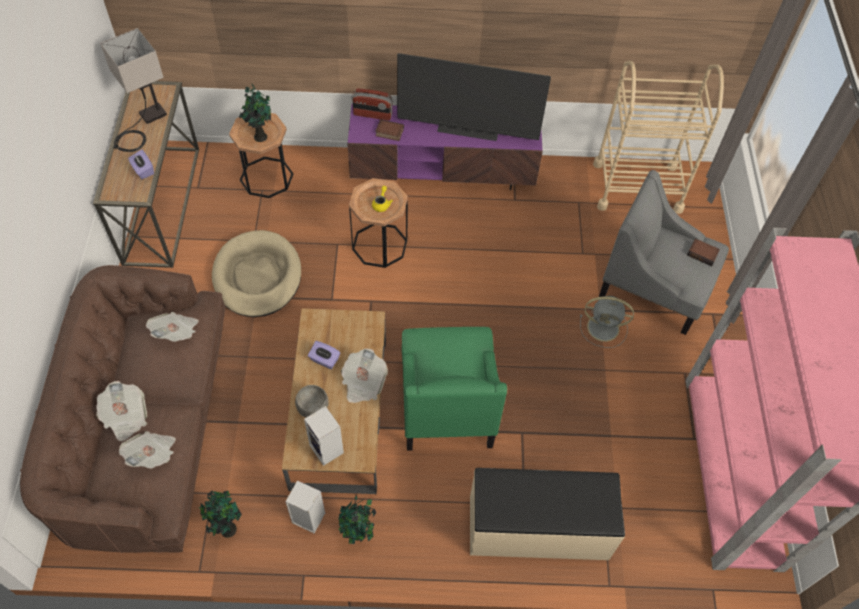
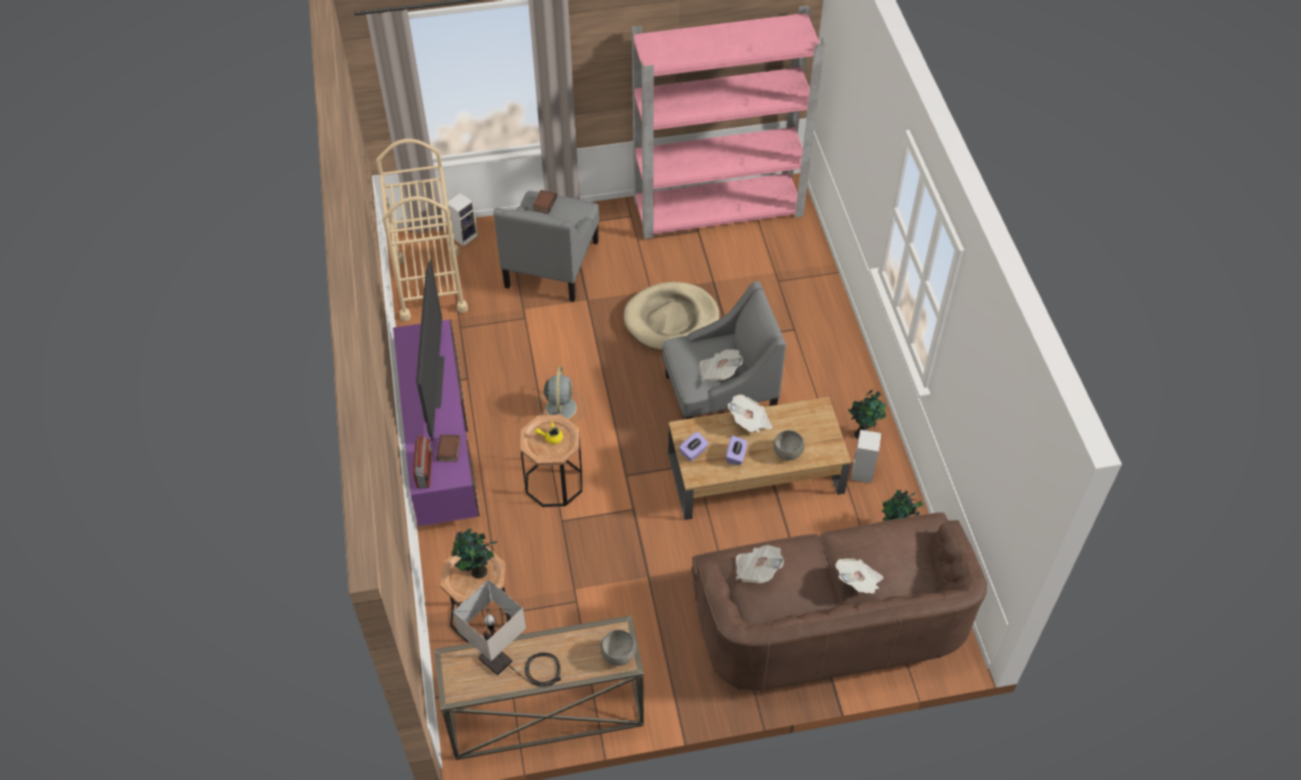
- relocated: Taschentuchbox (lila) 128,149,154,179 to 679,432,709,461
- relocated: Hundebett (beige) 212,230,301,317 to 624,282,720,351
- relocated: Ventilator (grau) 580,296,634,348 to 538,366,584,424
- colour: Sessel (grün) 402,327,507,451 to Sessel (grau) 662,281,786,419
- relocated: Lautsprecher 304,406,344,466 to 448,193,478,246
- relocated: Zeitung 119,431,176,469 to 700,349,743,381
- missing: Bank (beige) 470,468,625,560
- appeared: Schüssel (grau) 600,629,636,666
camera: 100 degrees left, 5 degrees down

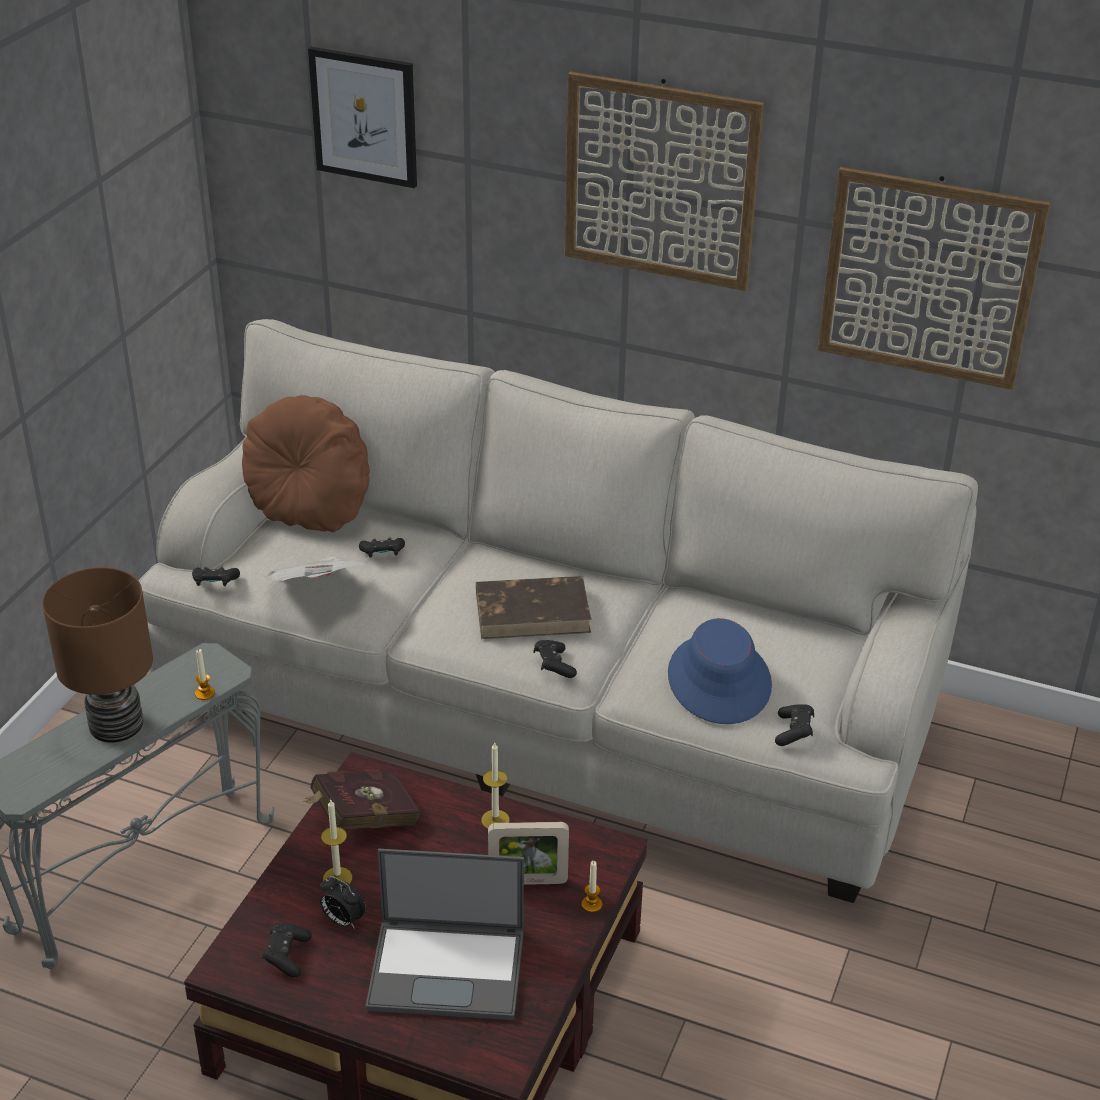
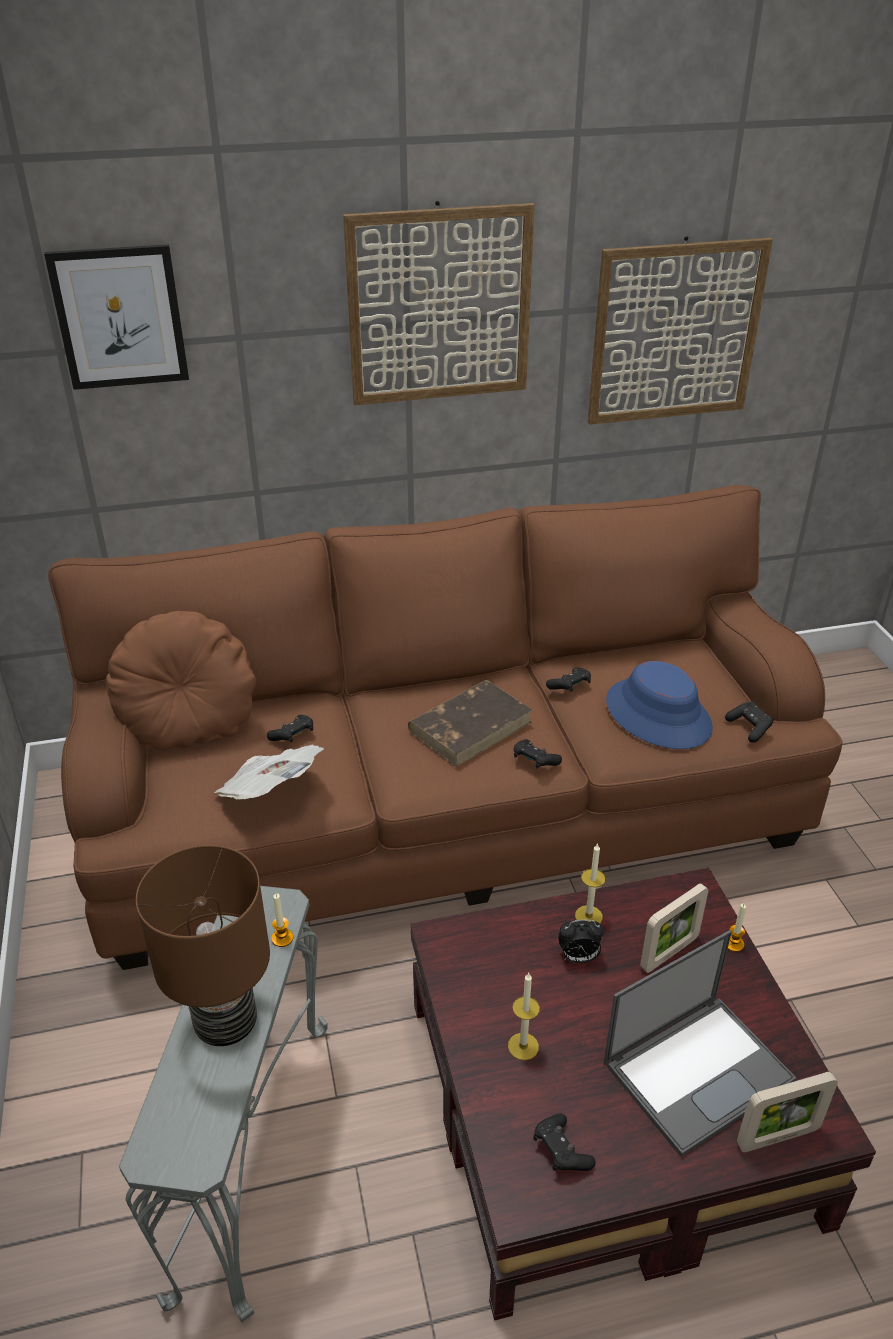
- colour: Sofa (weiß) 139,319,978,903 to Sofa (braun) 48,485,843,970
- relocated: Gamepad (schwarz) 192,567,240,586 to 546,668,591,692
- missing: Buch (rot) 303,769,421,830
- relocated: Wecker 320,876,366,929 to 558,920,604,963
- appeared: Bilderrahmen 737,1072,838,1152
camera: 35 degrees left, 0 degrees up

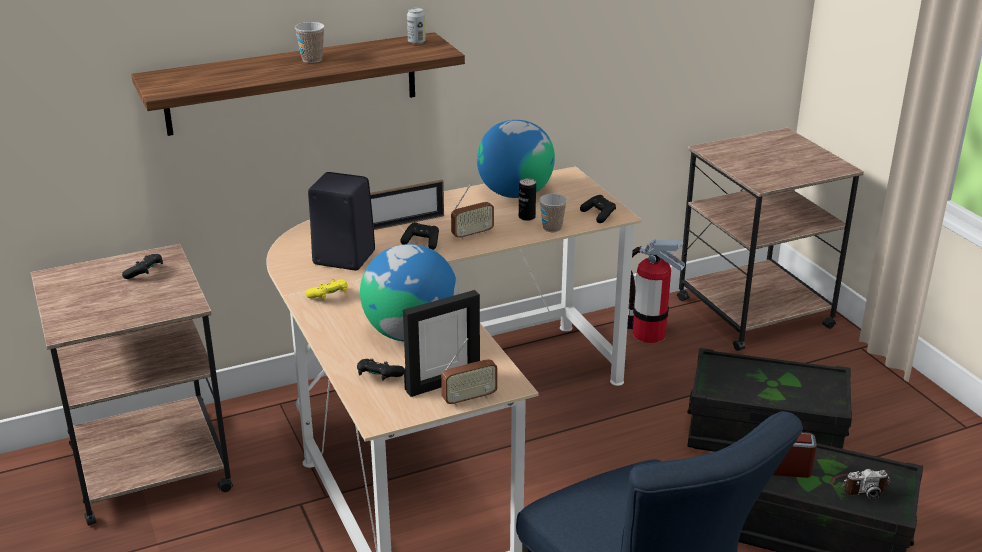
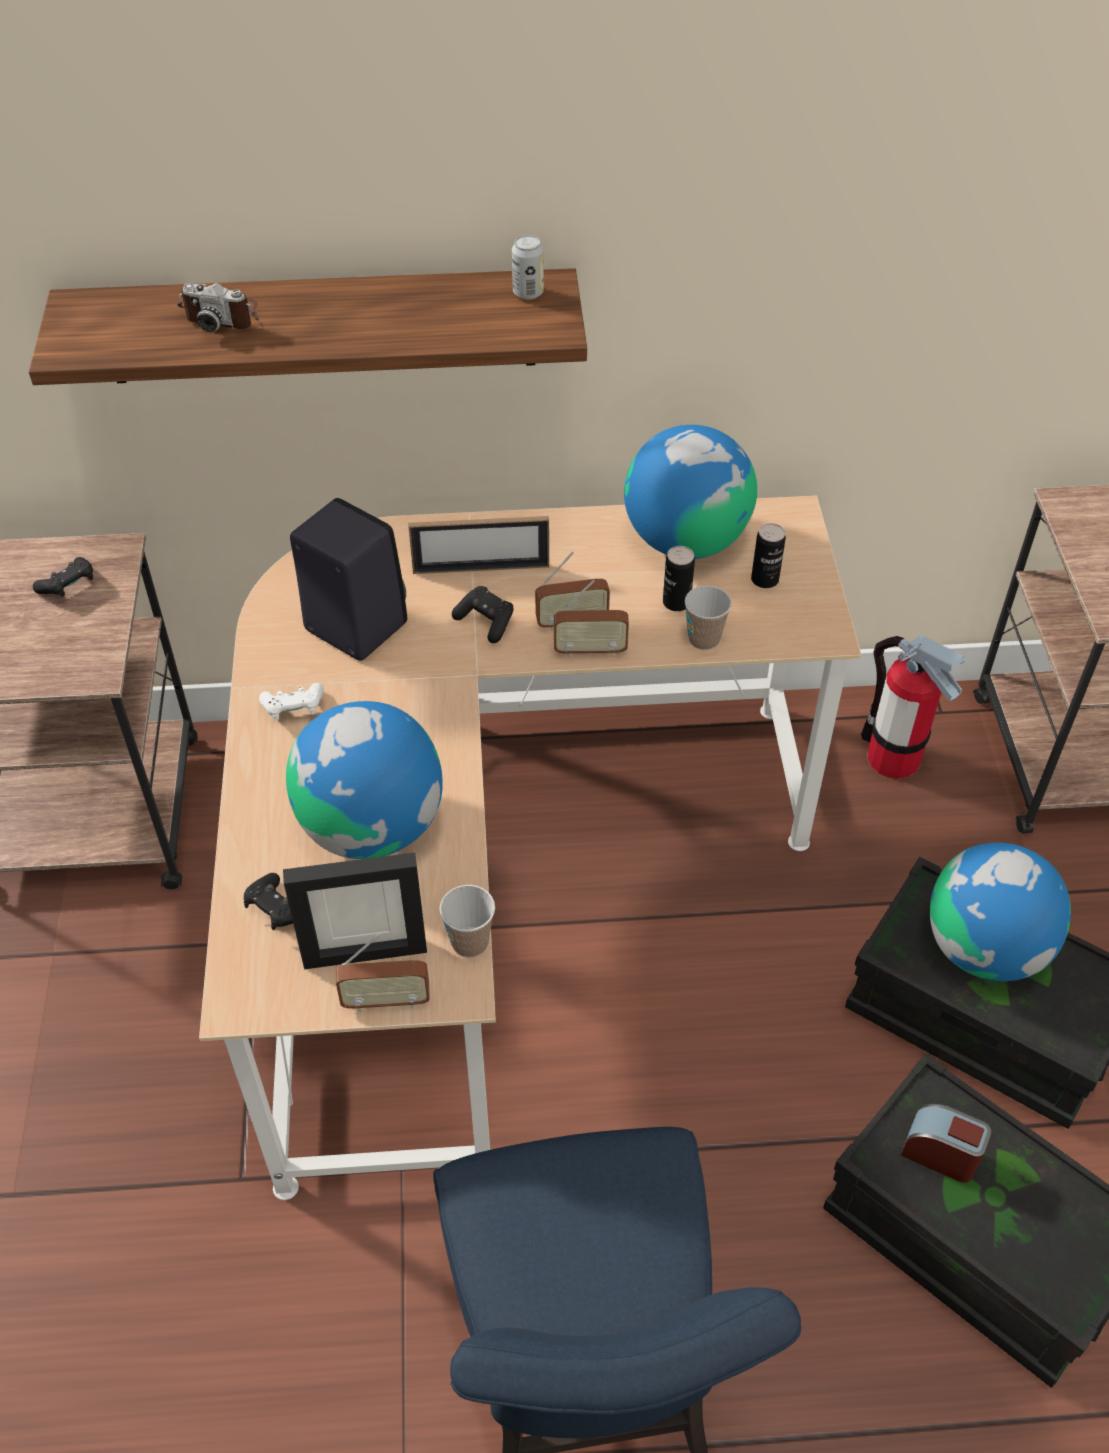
- relocated: Tasse 295,22,325,63 to 440,885,495,958
- missing: Gamepad (schwarz) 580,195,616,223
- colour: Gamepad (gelb) 306,279,348,299 to Gamepad (weiß) 259,683,324,721
- relocated: Kamera 830,469,890,499 to 177,283,259,332
- appeared: Dose 751,523,786,588
- appeared: Radio 554,580,629,657
- appeared: Globus 930,843,1071,981
camera: 20 degrees right, 20 degrees up

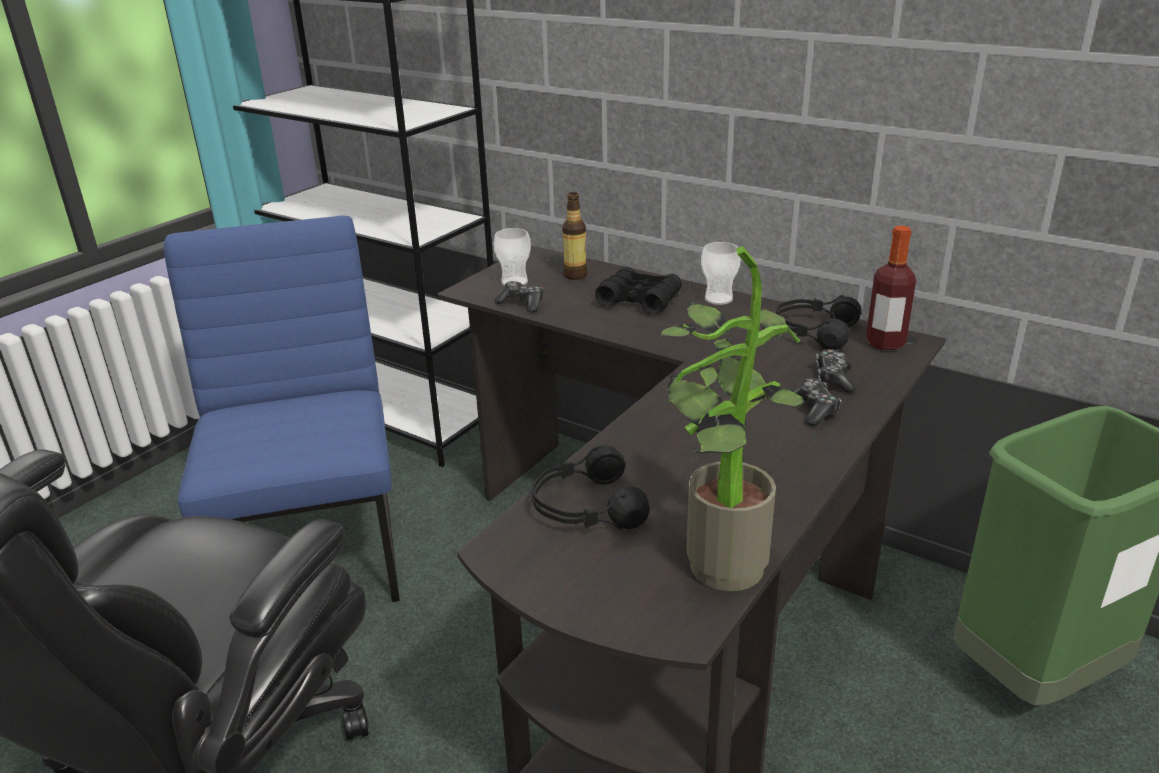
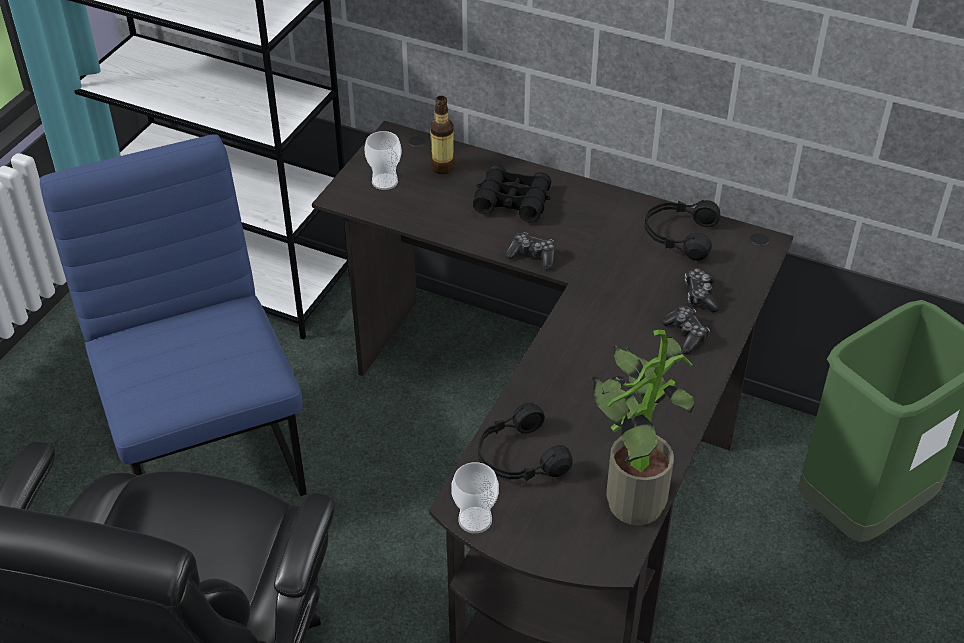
- missing: Flasche 866,226,916,350
- relocated: Tasse 701,242,741,305 to 451,462,499,533
- relocated: Gamepad 495,281,543,313 to 505,232,555,270
camera: 10 degrees left, 15 degrees up

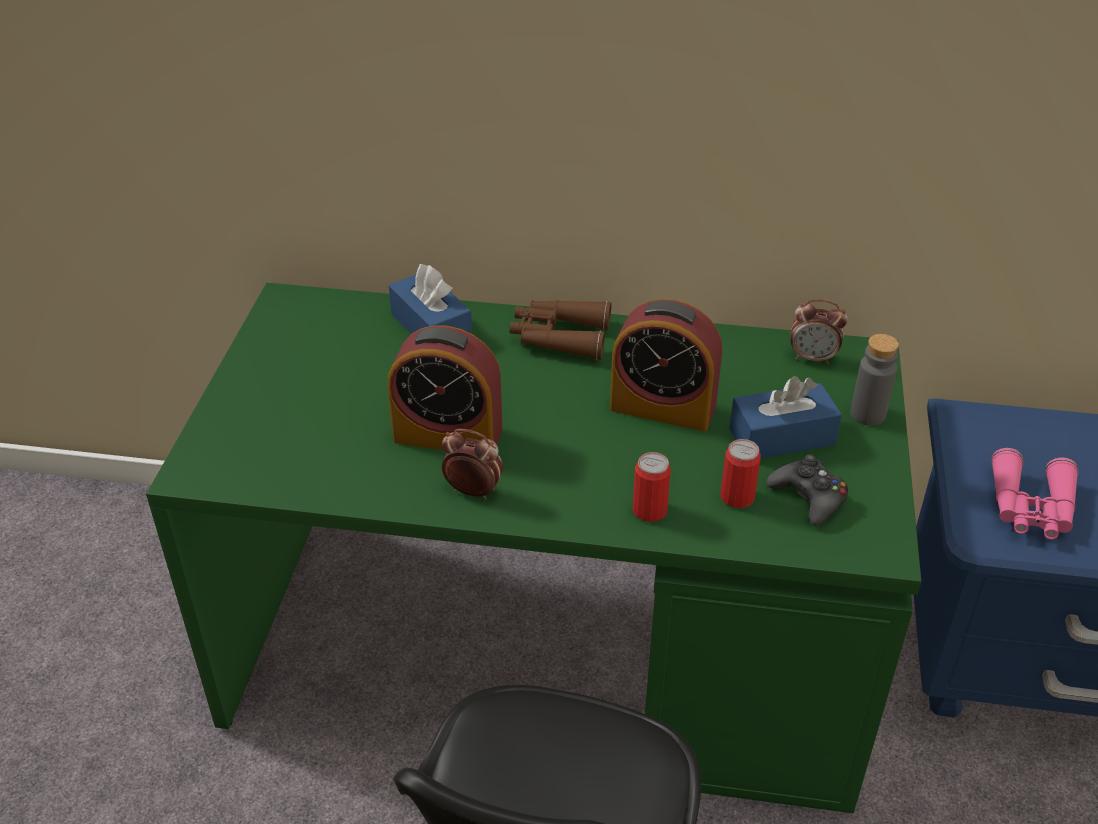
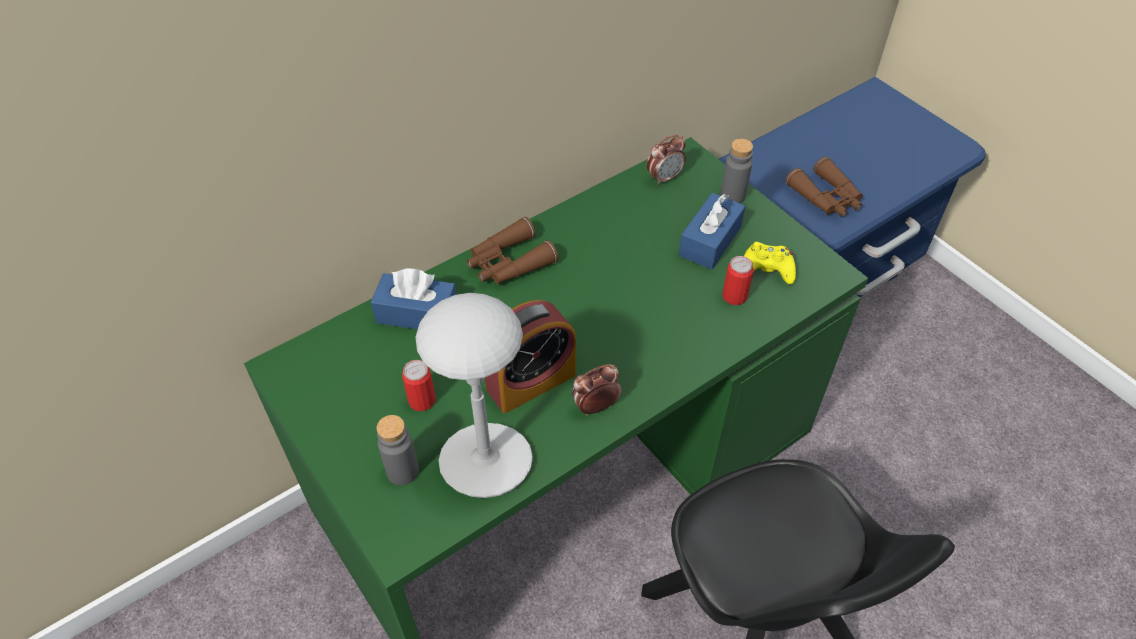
- missing: Wecker 610,299,722,431
- colour: Fernglas (rosa) 991,448,1079,539 to Fernglas (braun) 785,157,863,217
- relocated: Dose 633,452,671,522 to 402,360,436,411
- colour: Gamepad (schwarz) 766,454,848,526 to Gamepad (gelb) 744,242,796,284
- appeared: Tischlampe (grau) 415,293,533,498
- appeared: Flasche (grau) 377,415,419,485
camera: 45 degrees left, 10 degrees up

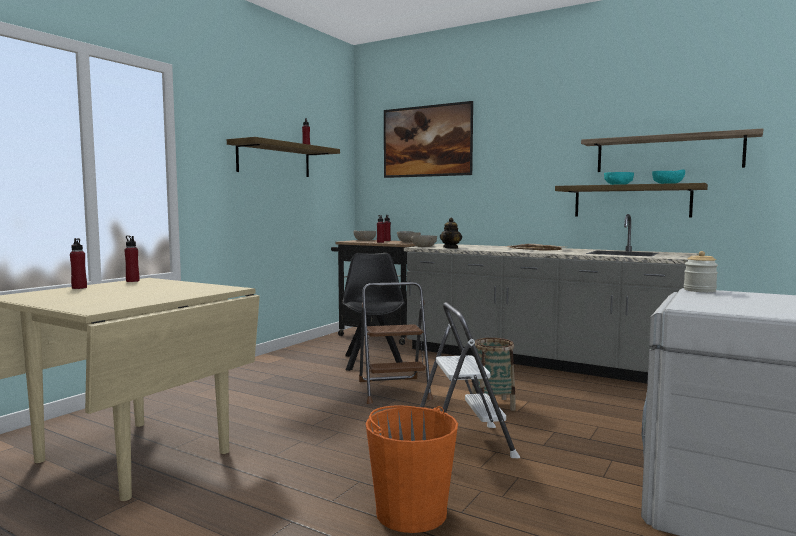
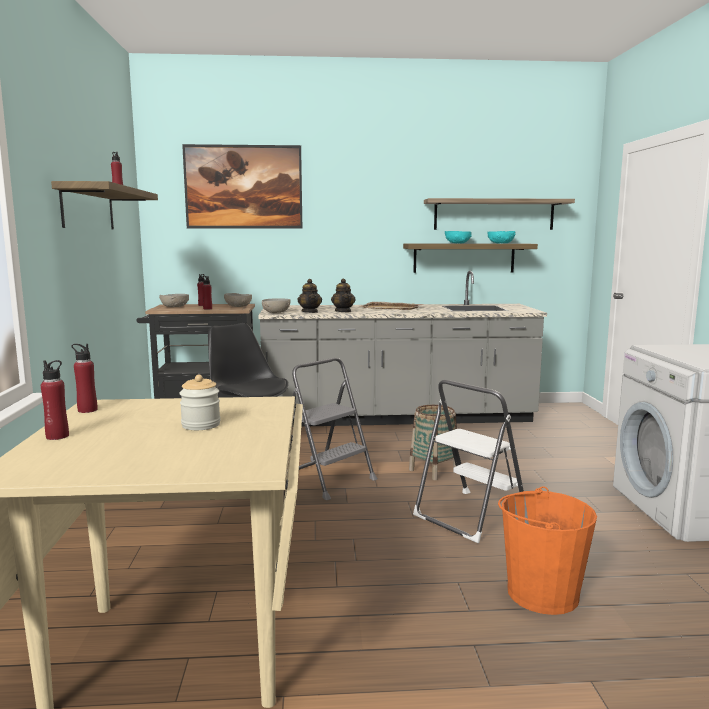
- relocated: Vorratsglas 684,251,718,292 to 180,375,220,430
- colour: Trittleiter (braun) 359,282,433,404 to Trittleiter (grau) 287,358,378,500
- appeared: Teekanne 331,278,356,312
camera: 35 degrees left, 5 degrees up

